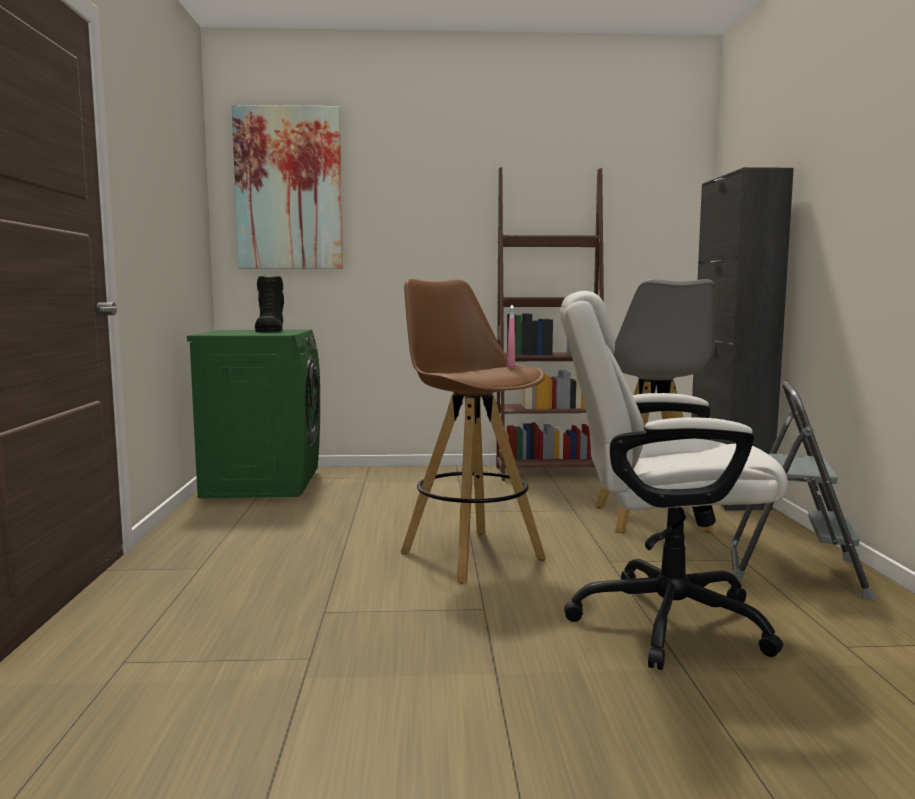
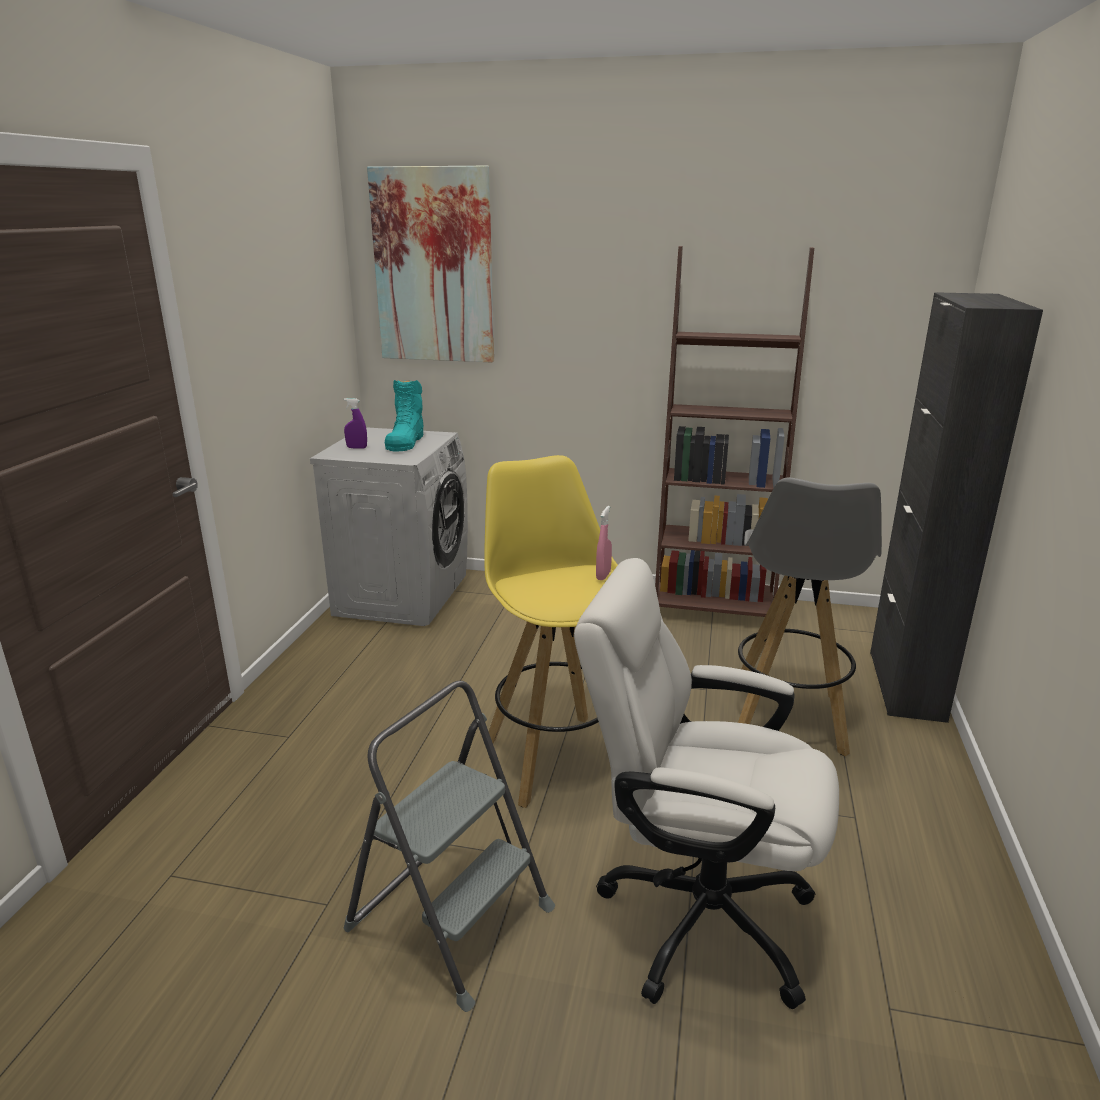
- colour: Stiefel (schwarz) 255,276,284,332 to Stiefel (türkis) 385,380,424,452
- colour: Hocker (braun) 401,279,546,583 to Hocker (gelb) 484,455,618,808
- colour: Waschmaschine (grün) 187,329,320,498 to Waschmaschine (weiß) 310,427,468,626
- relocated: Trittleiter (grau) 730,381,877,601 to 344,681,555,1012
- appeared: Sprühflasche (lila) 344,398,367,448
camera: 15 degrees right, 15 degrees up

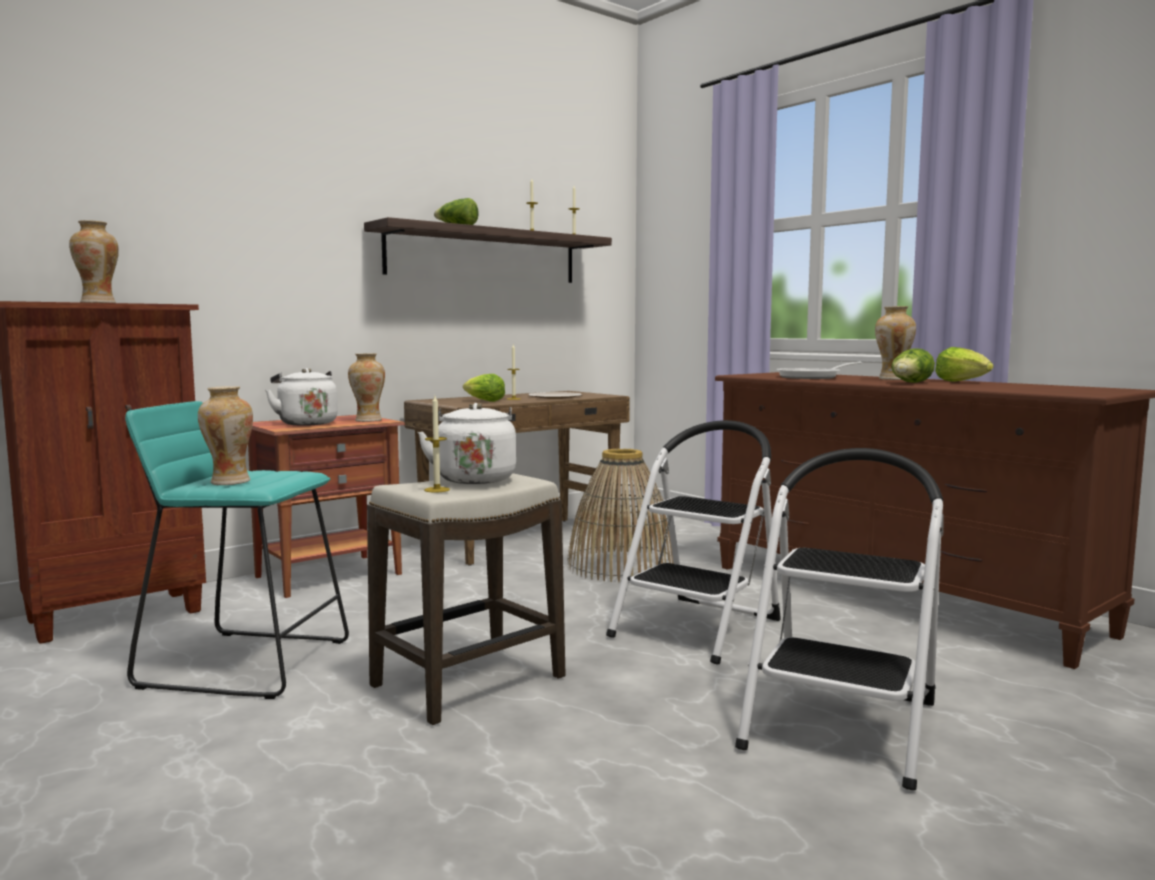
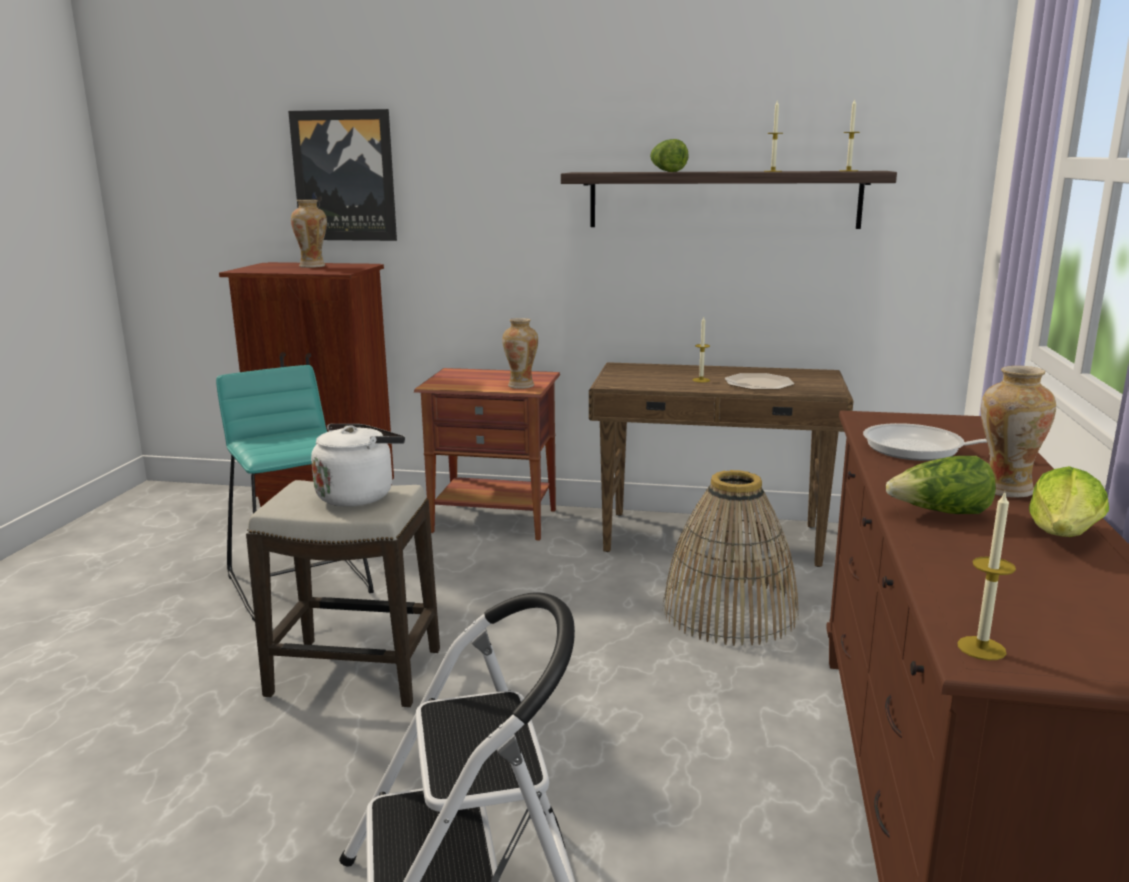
- missing: Wasserkessel (weiß) 265,368,338,426
- missing: Salatkopf 463,374,505,402
- missing: Vase 198,386,253,485
- relocated: Kerze 424,396,450,493 to 957,493,1016,660
- missing: Trittleiter 606,420,780,664
- appeared: Bild 288,109,397,241
camera: 50 degrees right, 10 degrees up

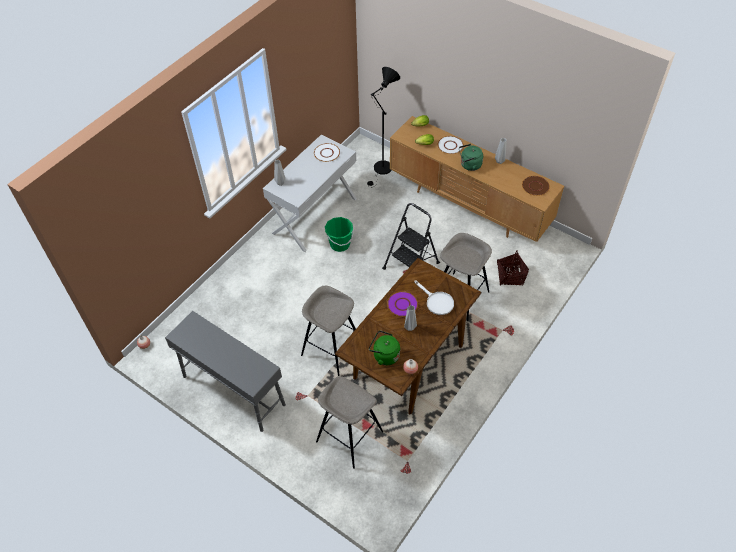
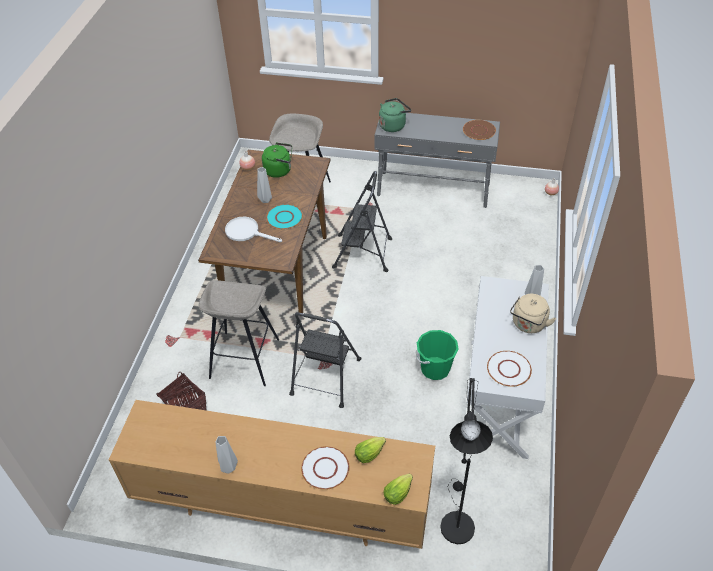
- relocated: Wasserkessel (grün) 459,144,483,171 to 379,98,411,132
- relocated: Teller (braun) 522,176,550,196 to 463,120,496,140
- exchanged: Hocker (grau) 301,286,356,376 to Trittleiter (schwarz) 332,171,392,272
- colour: Teller (lila) 387,291,418,317 to Teller (türkis) 266,204,303,229
- appeared: Wasserkessel (beige) 510,294,556,333
camera: 155 degrees right, 5 degrees down

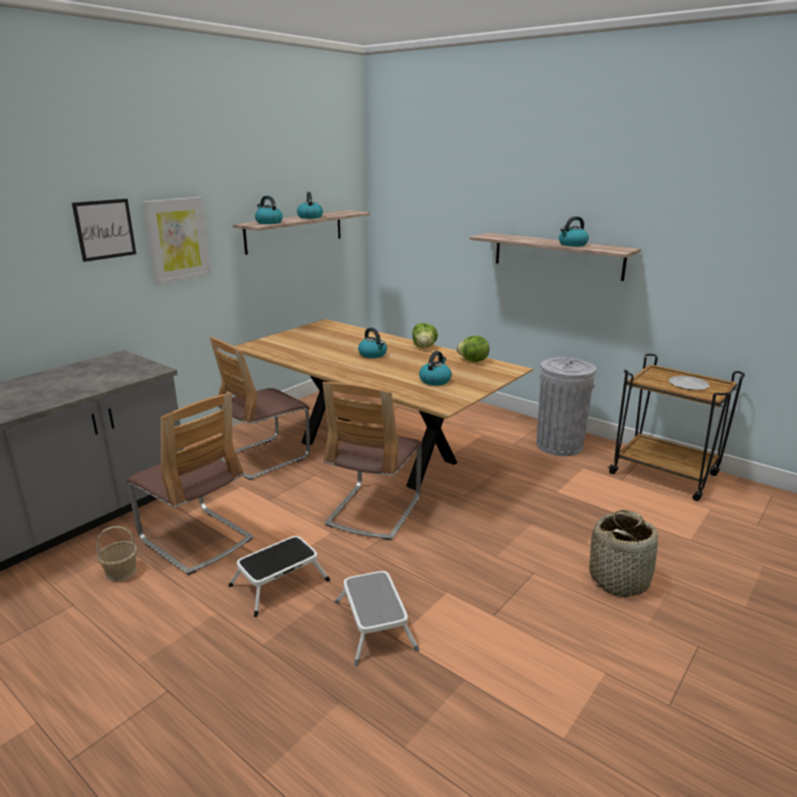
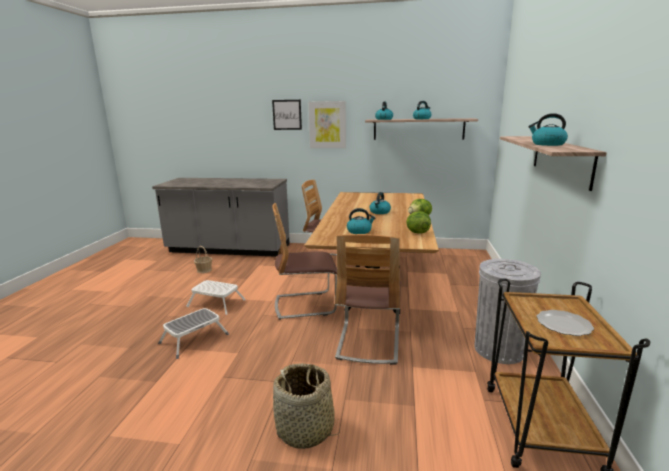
- relocated: Stuhl 126,392,253,575 to 335,234,401,365
- colour: Trittleiter (schwarz) 228,536,330,617 to Trittleiter (weiß) 186,280,246,315
camera: 60 degrees right, 5 degrees down

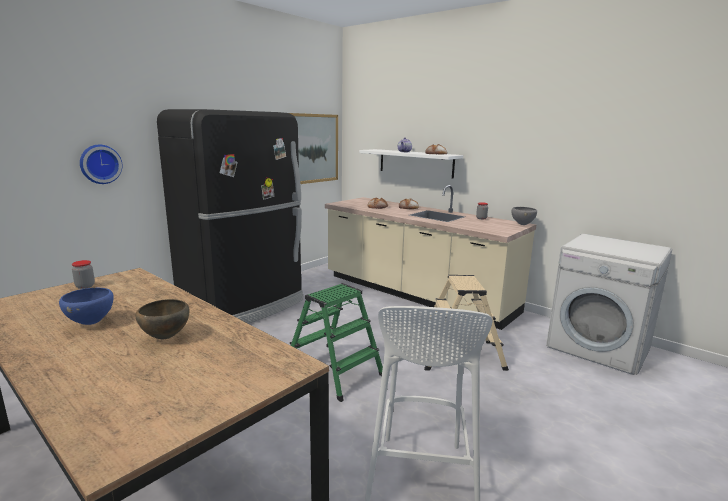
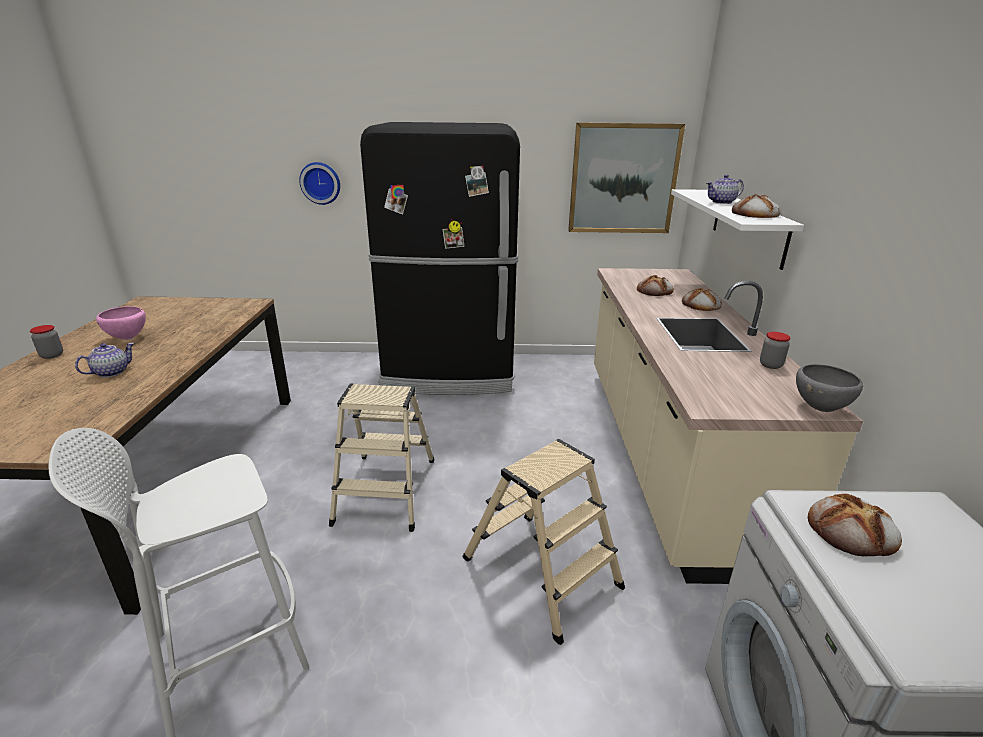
- relocated: Vorratsglas 72,260,95,289 to 30,325,63,359
- colour: Trittleiter (grün) 290,283,383,402 to Trittleiter (beige) 329,383,434,532
- colour: Schüssel (blau) 59,288,114,325 to Schüssel (rosa) 96,306,146,340
- exchanged: Schüssel (braun) 135,299,189,339 to Teekanne 75,343,135,377
- appeared: Brot 808,494,902,556
camera: 50 degrees right, 10 degrees up

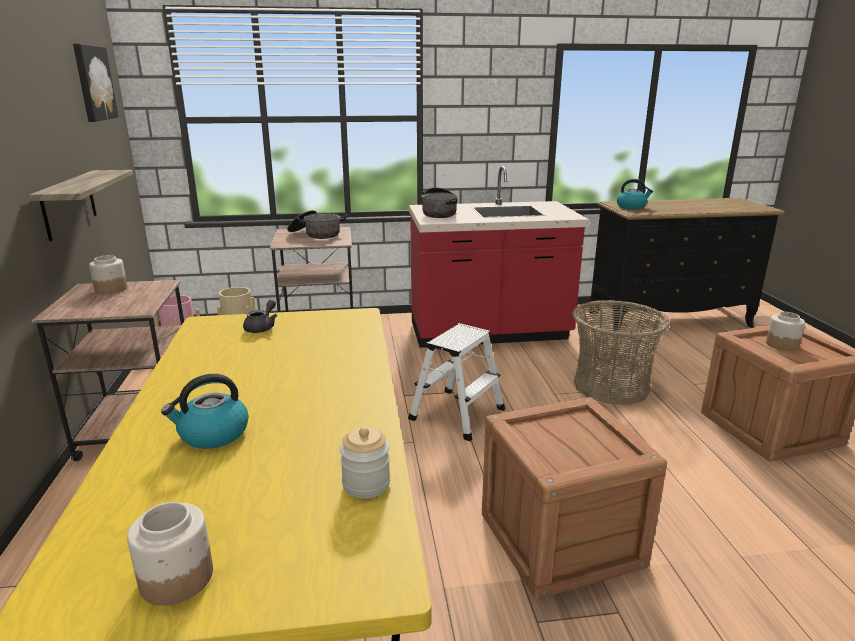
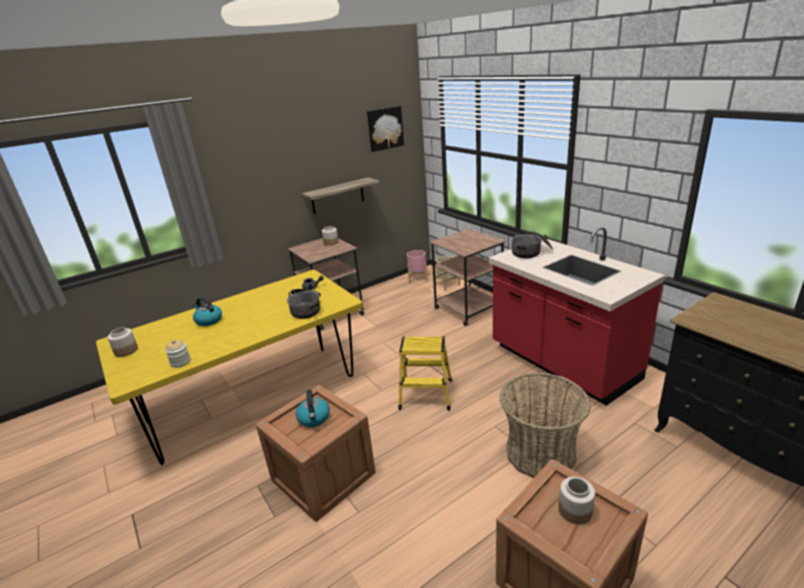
- relocated: Wasserkessel 617,179,653,209 to 296,389,330,427
- relocated: Kochtopf 287,210,347,239 to 287,288,321,319
- colour: Trittleiter (weiß) 408,323,505,441 to Trittleiter (gelb) 398,336,452,411
camera: 65 degrees right, 5 degrees up

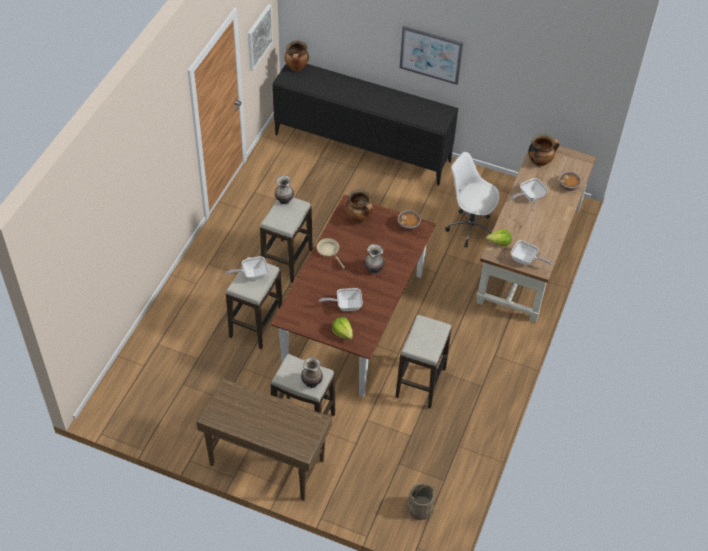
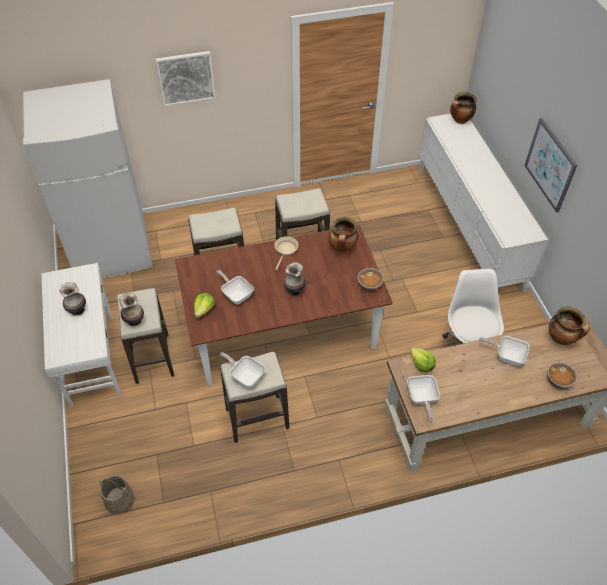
- relocated: Bild 248,4,273,71 to 156,51,216,107
- colour: Schrank (schwarz) 273,64,458,186 to Schrank (weiß) 419,114,548,294
- relocated: Vase 275,175,294,204 to 60,282,86,316
- relocated: Pfanne 226,256,269,280 to 220,352,265,388
- colour: Konsolentisch (braun) 196,378,332,501 to Konsolentisch (weiß) 41,263,122,408
- appeared: Kühlschrank (weiß) 23,79,153,278
camera: 55 degrees right, 0 degrees up

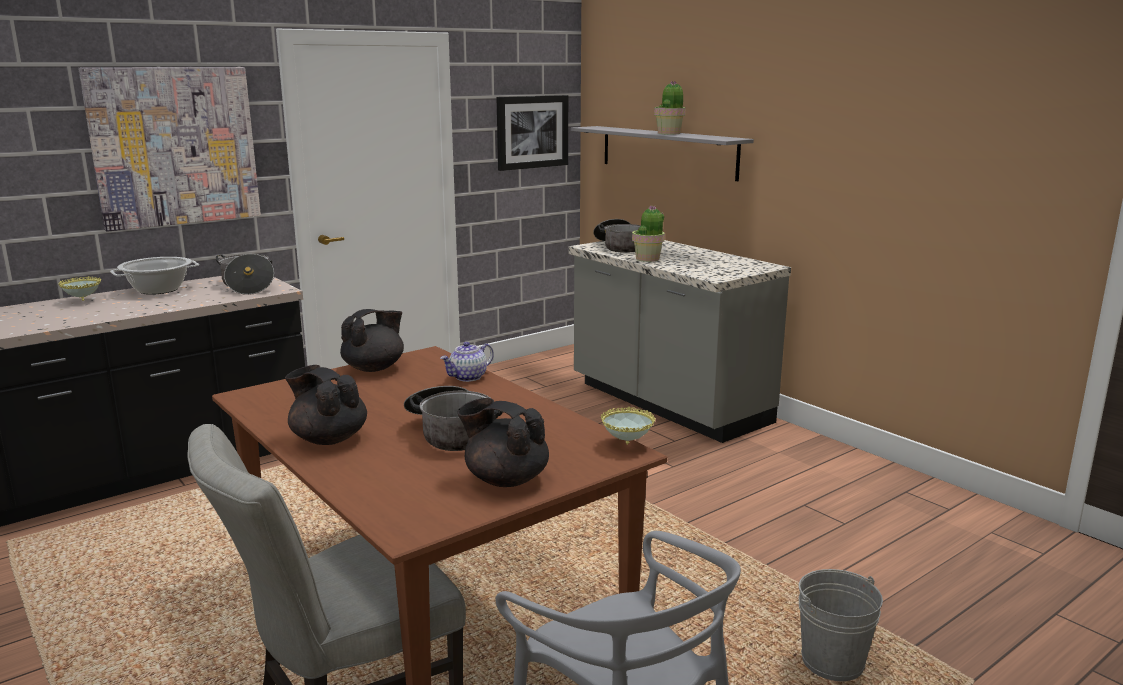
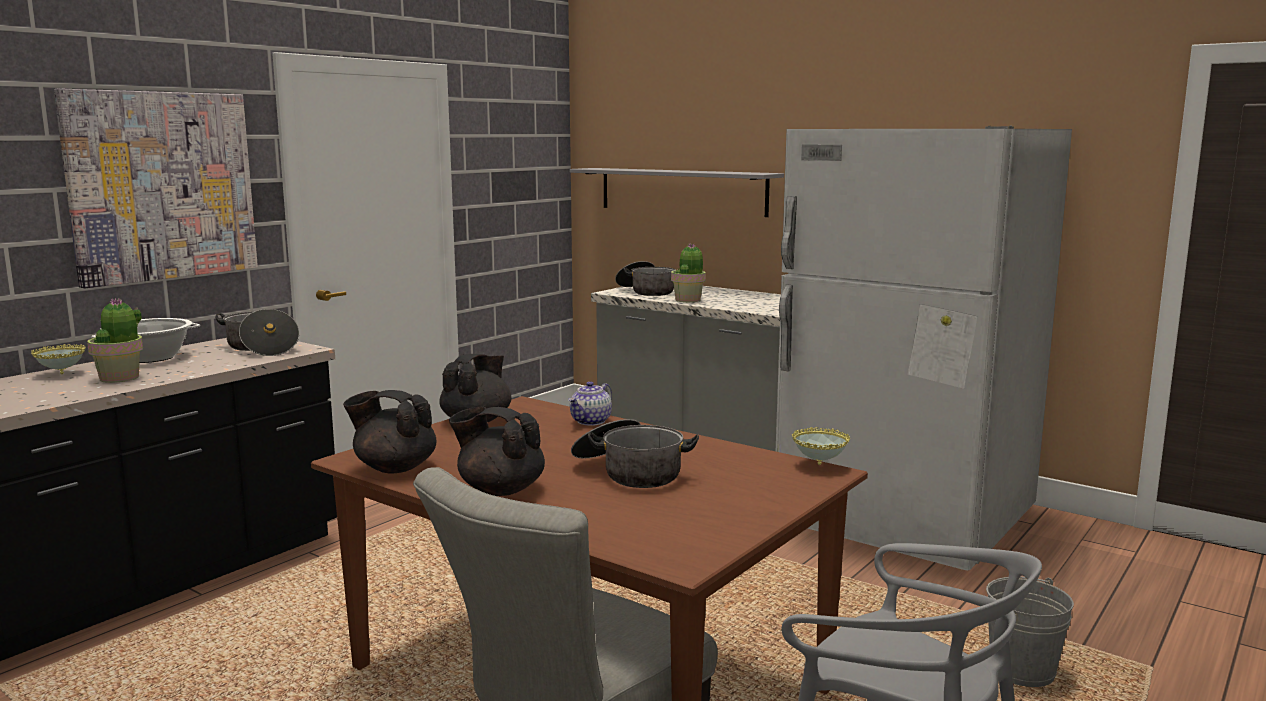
- relocated: Topfpflanze 654,81,686,135 to 87,298,143,383
- missing: Bild 496,95,568,171
- relocated: Teekanne (schwarz) 458,398,549,487 to 343,390,436,474
- appeared: Kühlschrank (weiß) 776,126,1072,570
camera: 15 degrees left, 5 degrees down

